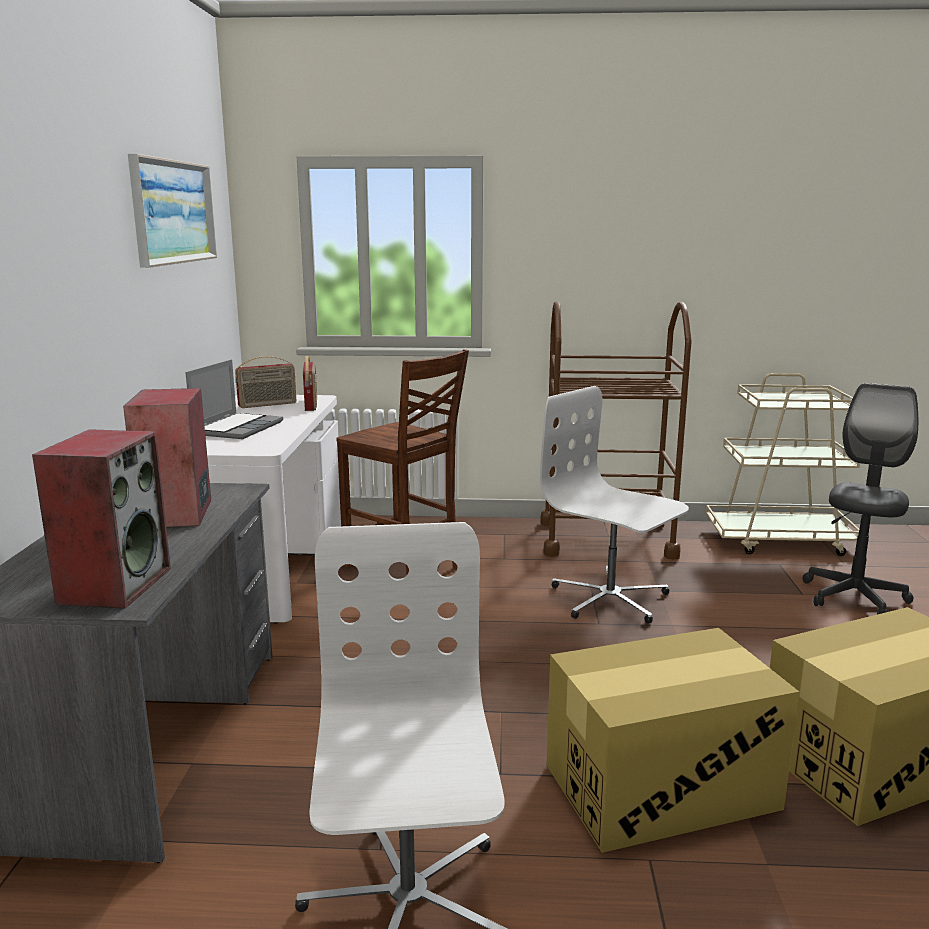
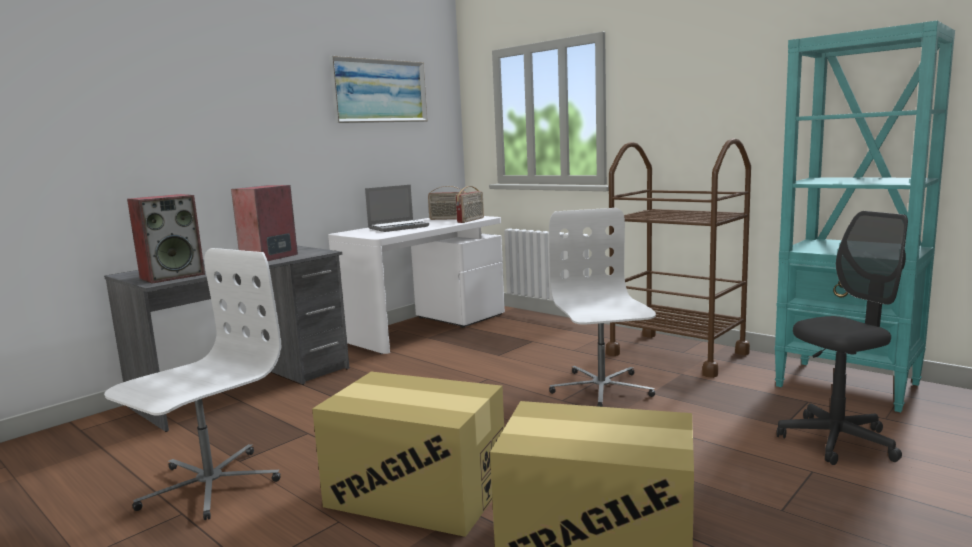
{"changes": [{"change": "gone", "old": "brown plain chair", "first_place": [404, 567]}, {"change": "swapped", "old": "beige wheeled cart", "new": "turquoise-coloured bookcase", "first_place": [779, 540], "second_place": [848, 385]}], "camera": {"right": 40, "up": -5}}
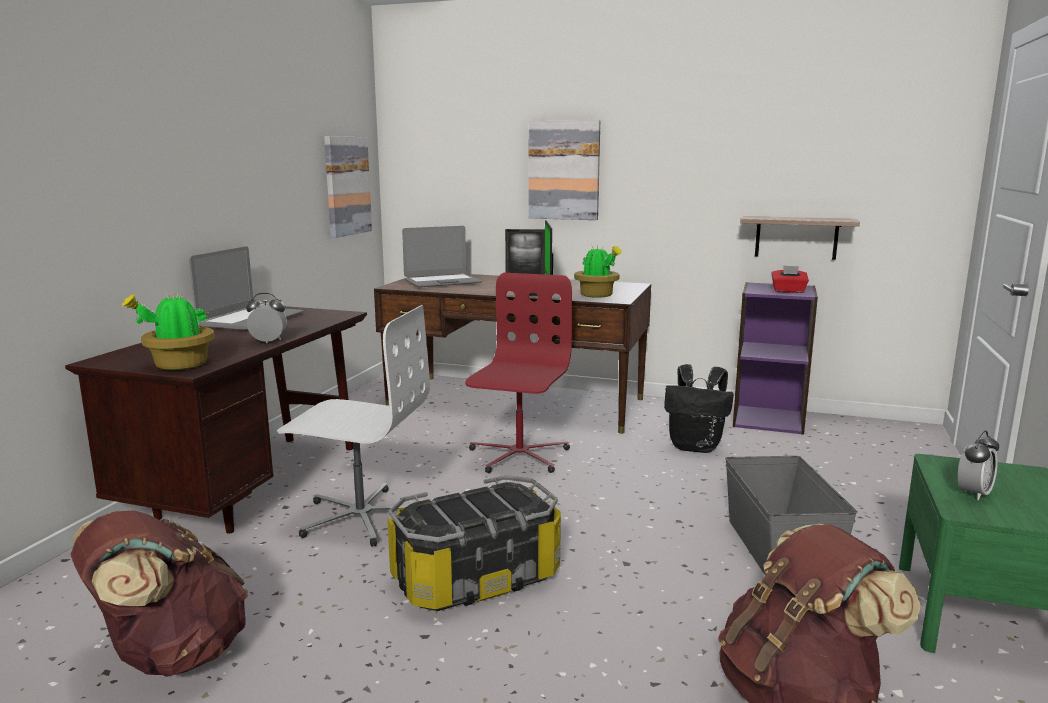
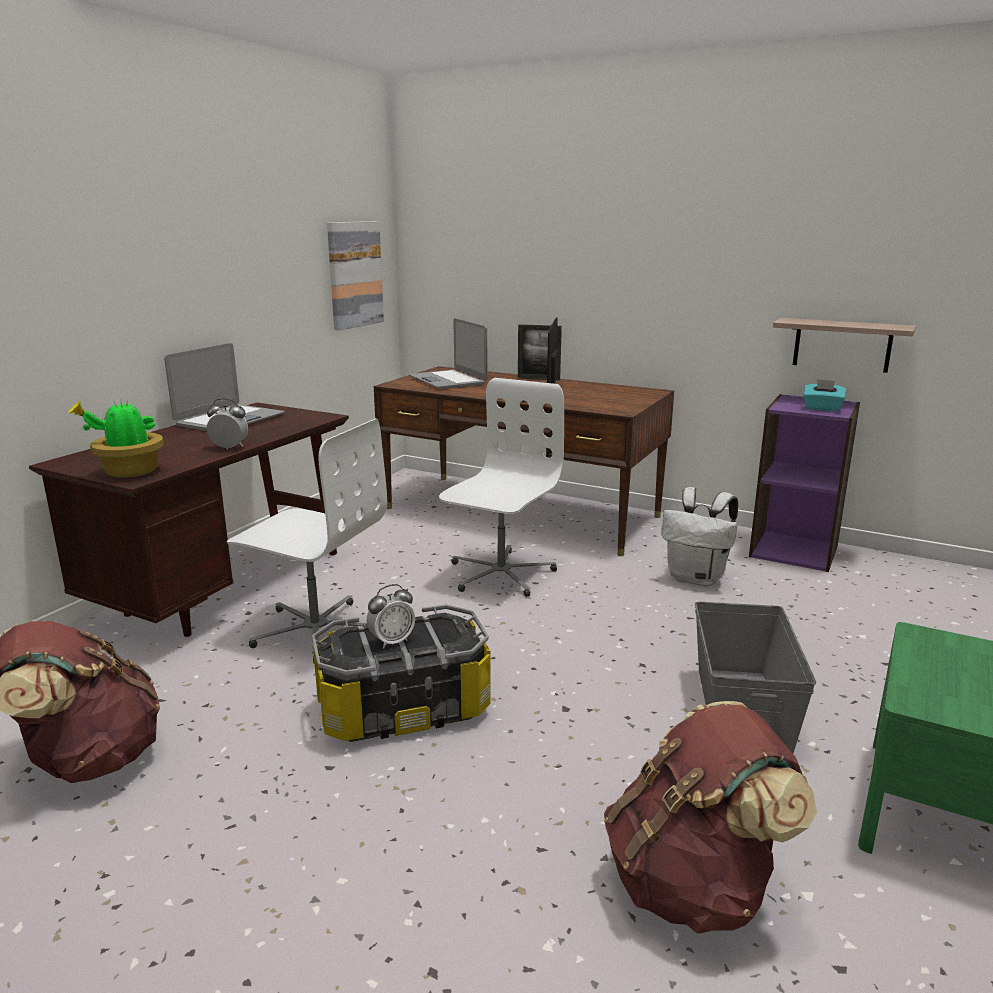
{"changes": [{"change": "gone", "old": "picture", "first_place": [564, 170]}, {"change": "rotated", "old": "portable computer", "first_place": [442, 282], "second_place": [448, 380], "degrees": 75}, {"change": "gone", "old": "houseplant", "first_place": [597, 295]}, {"change": "repainted", "old": "reddish tissue holder", "new": "turquoise-coloured tissue holder", "first_place": [788, 291], "second_place": [822, 409]}, {"change": "repainted", "old": "reddish computer chair", "new": "white-coloured computer chair", "first_place": [518, 456], "second_place": [500, 574]}, {"change": "repainted", "old": "blackish backpack", "new": "white-coloured backpack", "first_place": [696, 447], "second_place": [697, 578]}, {"change": "shifted", "old": "table clock", "first_place": [973, 493], "second_place": [392, 641]}], "camera": {"right": 10, "up": 5}}
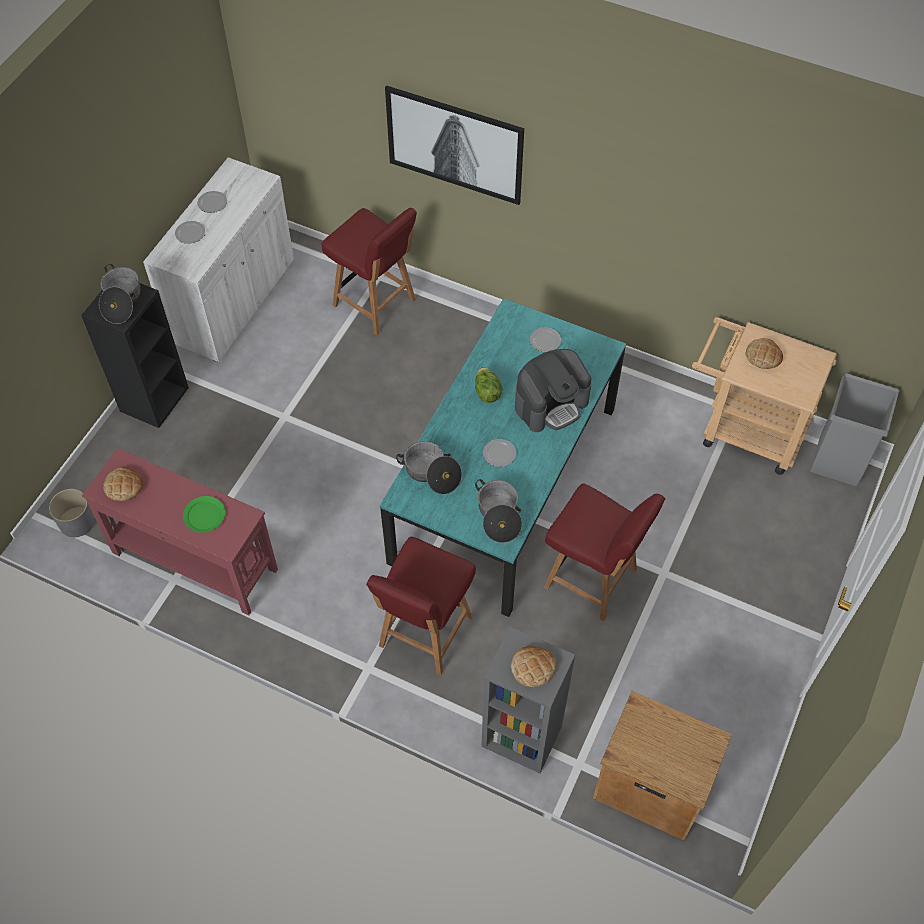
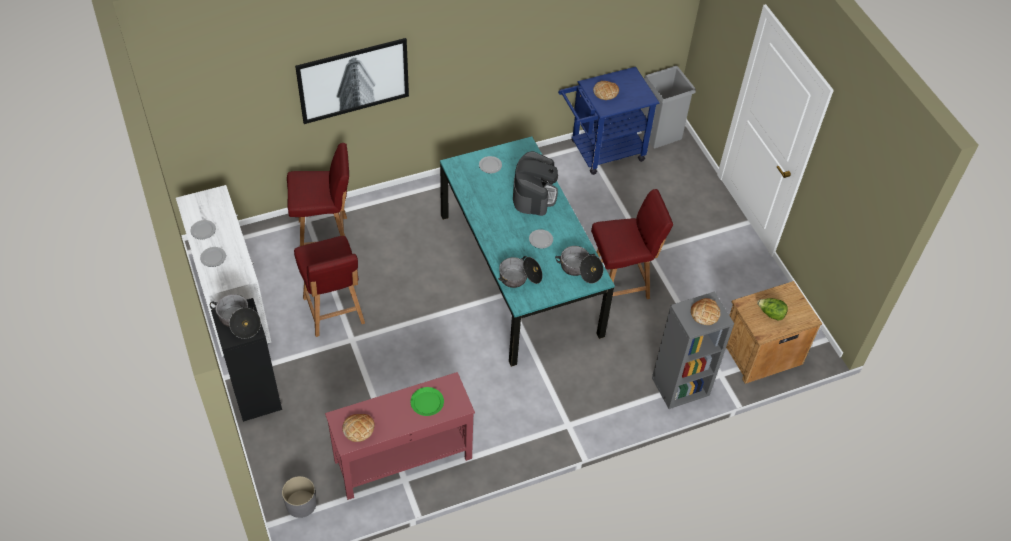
{"changes": [{"change": "repainted", "old": "beige wheeled cart", "new": "blue-coloured wheeled cart", "first_place": [744, 430], "second_place": [601, 152]}, {"change": "shifted", "old": "lettuce head", "first_place": [487, 392], "second_place": [771, 314]}, {"change": "shifted", "old": "reddish plain chair", "first_place": [424, 633], "second_place": [334, 312]}], "camera": {"right": -50, "up": -5}}
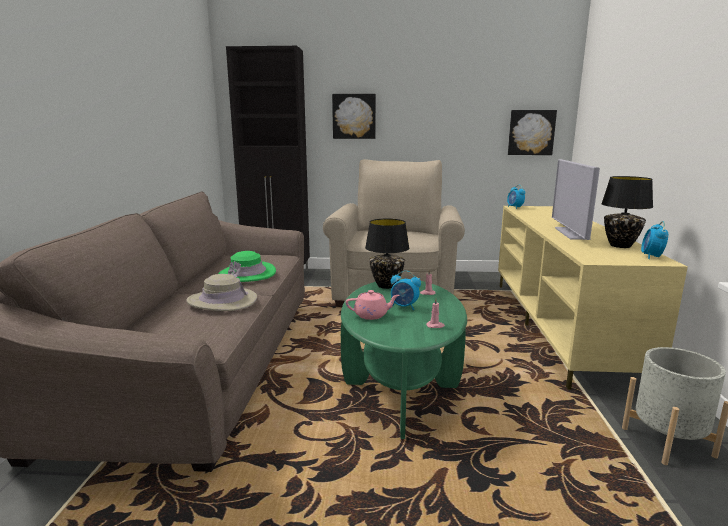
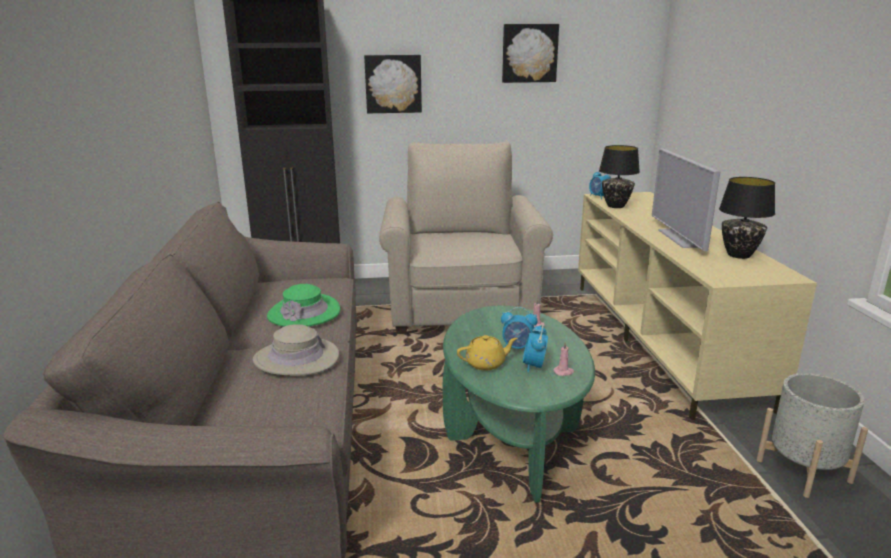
{"changes": [{"change": "shifted", "old": "picture", "first_place": [531, 132], "second_place": [529, 53]}, {"change": "shifted", "old": "blackish lamp for a table", "first_place": [387, 286], "second_place": [616, 206]}, {"change": "shifted", "old": "table clock", "first_place": [651, 257], "second_place": [534, 366]}, {"change": "repainted", "old": "pinkish teapot", "new": "yellow teapot", "first_place": [372, 315], "second_place": [486, 364]}], "camera": {"right": -10, "up": 5}}
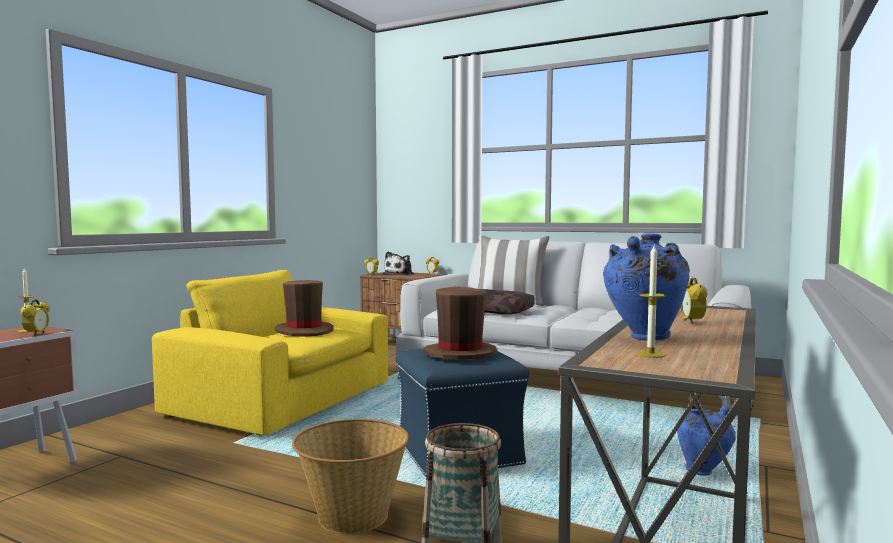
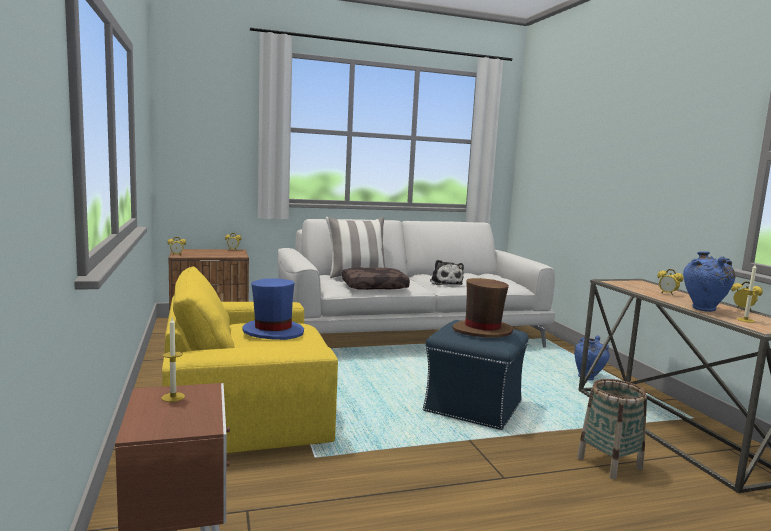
{"changes": [{"change": "shifted", "old": "soft toy", "first_place": [400, 274], "second_place": [445, 283]}, {"change": "repainted", "old": "brown clothing hat", "new": "blue-coloured clothing hat", "first_place": [304, 331], "second_place": [273, 331]}, {"change": "shifted", "old": "table clock", "first_place": [36, 334], "second_place": [743, 309]}, {"change": "gone", "old": "basket", "first_place": [352, 516]}], "camera": {"right": -45, "up": 5}}
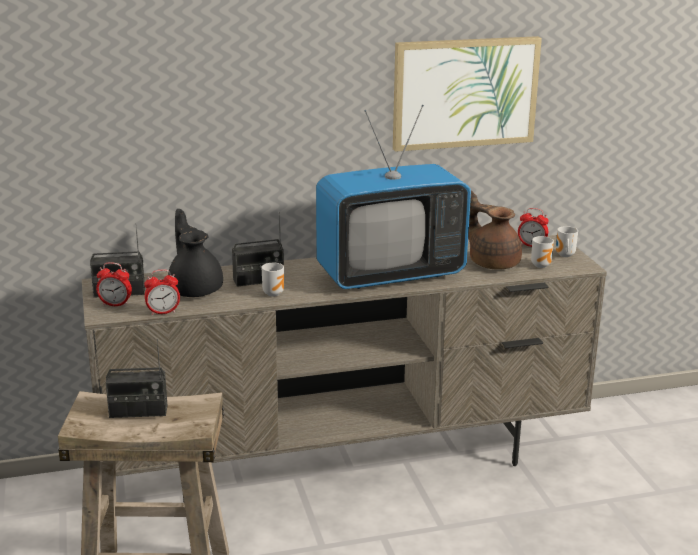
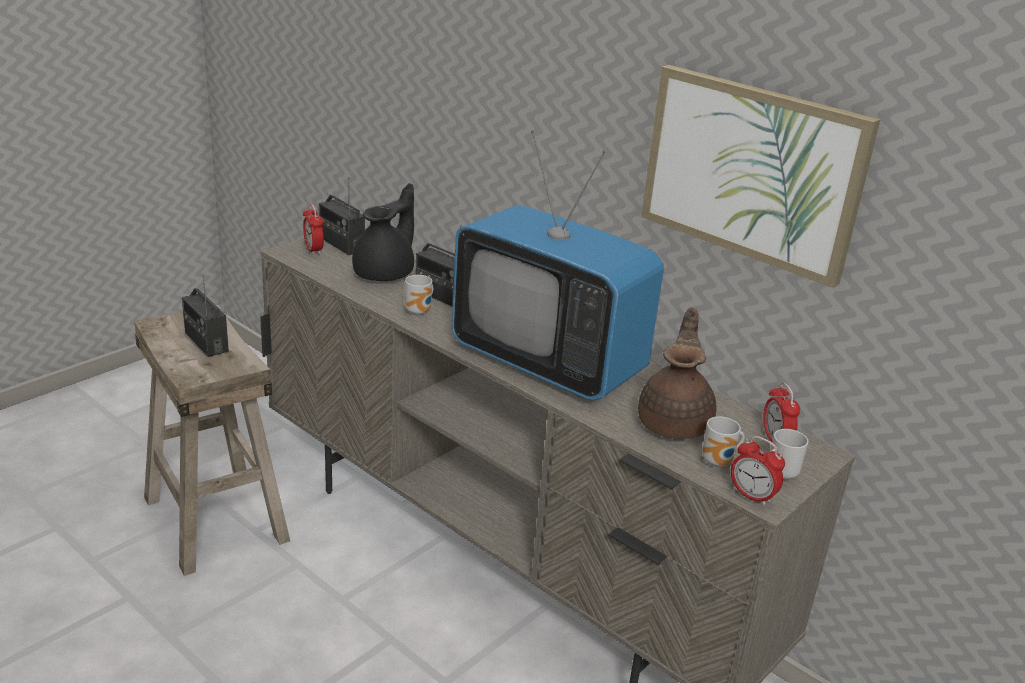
{"changes": [{"change": "shifted", "old": "table clock", "first_place": [163, 312], "second_place": [752, 496]}], "camera": {"right": 55, "up": 5}}
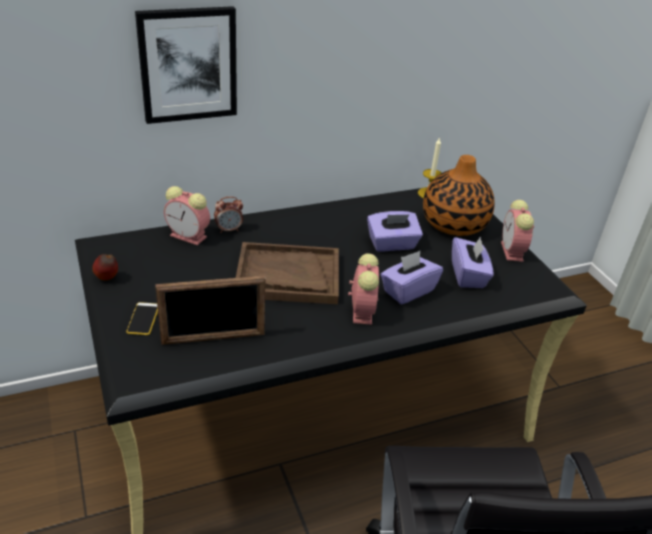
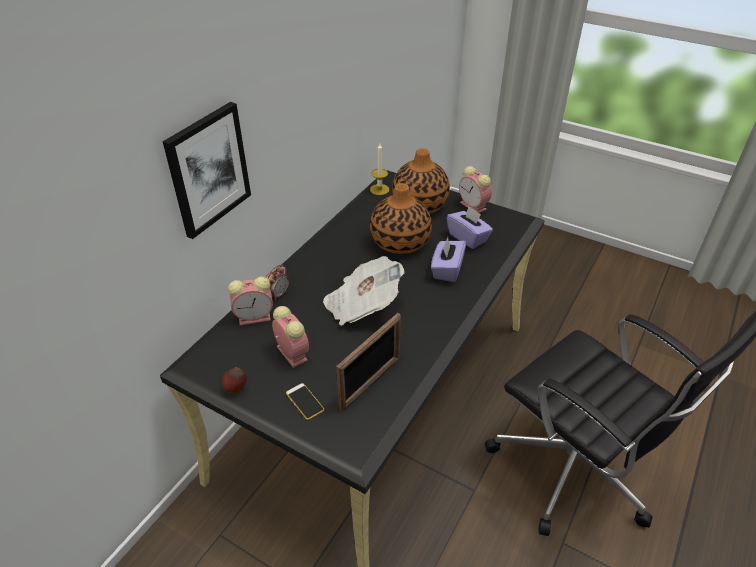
{"changes": [{"change": "swapped", "old": "purple tissue holder", "new": "flower vase", "first_place": [392, 244], "second_place": [400, 241]}, {"change": "swapped", "old": "brown serving tray", "new": "newspaper", "first_place": [287, 276], "second_place": [362, 305]}, {"change": "shifted", "old": "table clock", "first_place": [362, 310], "second_place": [291, 353]}], "camera": {"right": -35, "up": 5}}
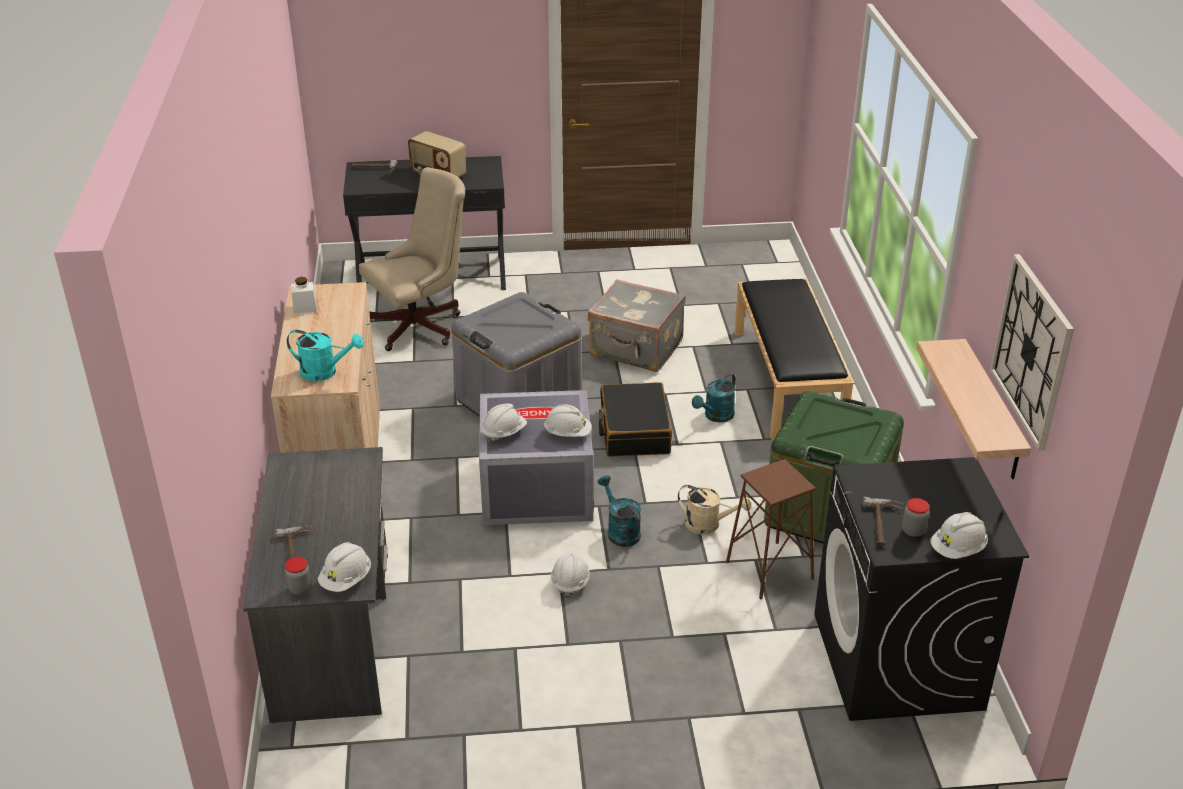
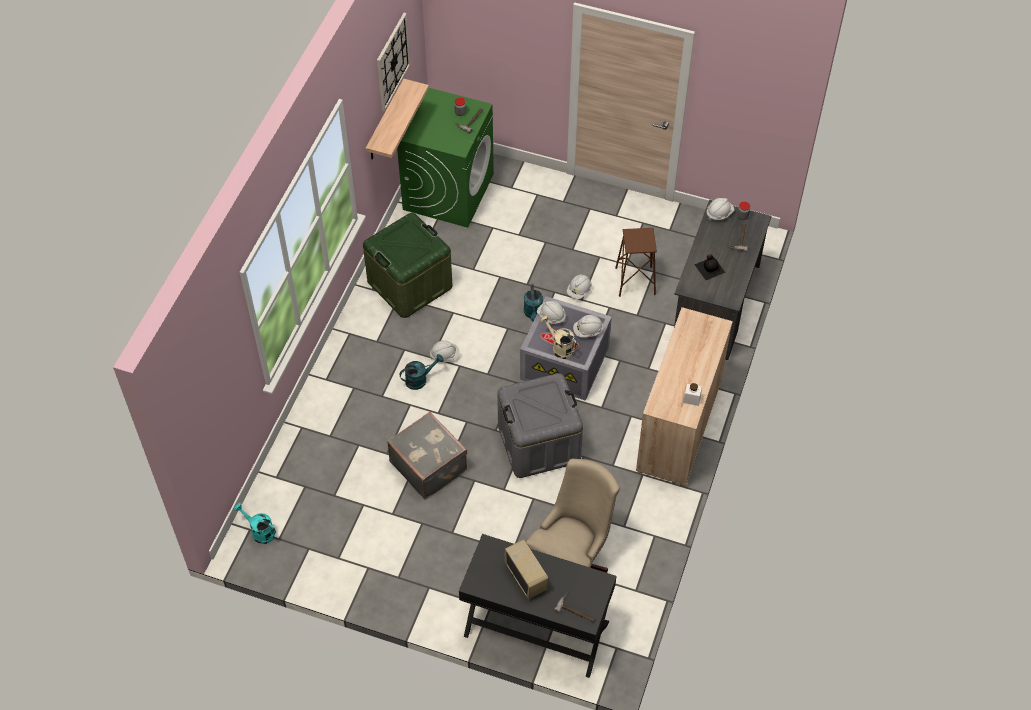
{"changes": [{"change": "rotated", "old": "beige computer chair", "first_place": [421, 325], "second_place": [572, 559], "degrees": 135}, {"change": "gone", "old": "blackish indoor bench", "first_place": [788, 381]}, {"change": "shifted", "old": "turquoise-coloured sprinkling can", "first_place": [325, 372], "second_place": [259, 531]}, {"change": "gone", "old": "blackish piece of luggage", "first_place": [634, 431]}, {"change": "repainted", "old": "blackish laundry machine", "new": "green laundry machine", "first_place": [898, 662], "second_place": [448, 191]}, {"change": "shifted", "old": "brown stool", "first_place": [769, 570], "second_place": [635, 281]}, {"change": "shifted", "old": "beige sprinkling can", "first_place": [708, 525], "second_place": [559, 347]}, {"change": "shifted", "old": "white-coloured work helmet", "first_place": [957, 549], "second_place": [445, 355]}, {"change": "new", "new": "blackish drink bottle", "second_place": [710, 268]}], "camera": {"right": -155, "up": 20}}
